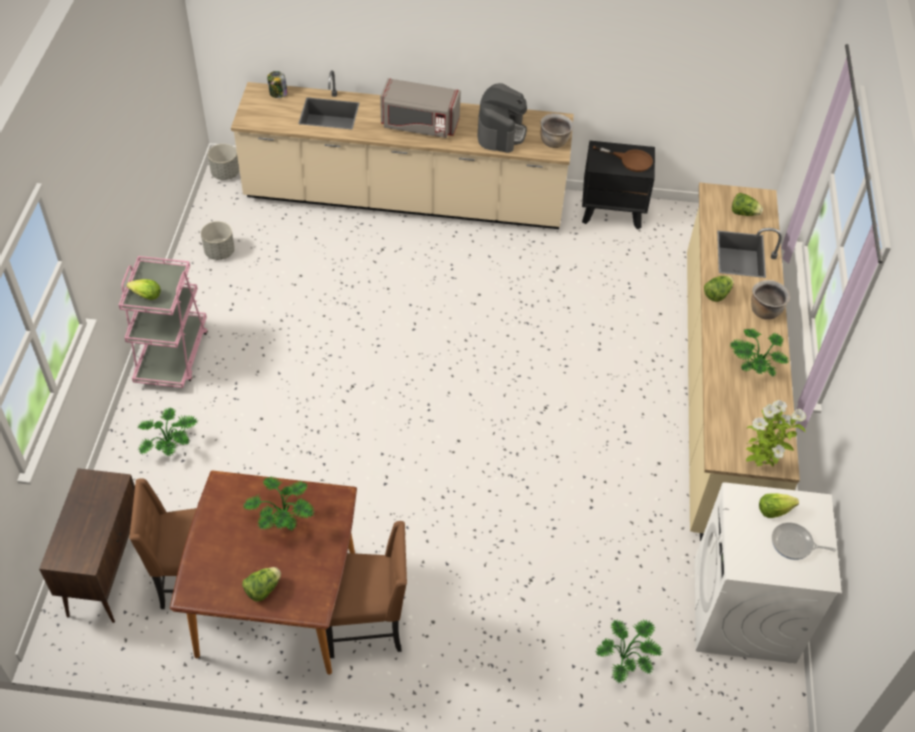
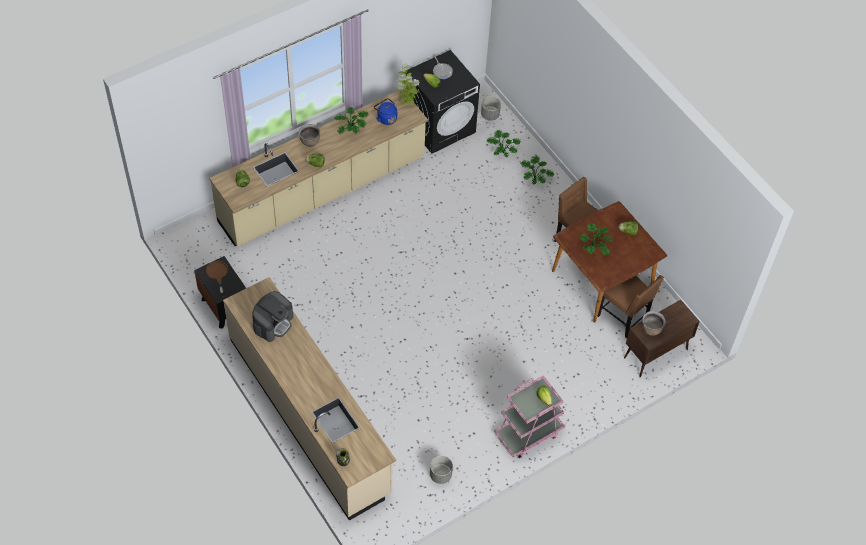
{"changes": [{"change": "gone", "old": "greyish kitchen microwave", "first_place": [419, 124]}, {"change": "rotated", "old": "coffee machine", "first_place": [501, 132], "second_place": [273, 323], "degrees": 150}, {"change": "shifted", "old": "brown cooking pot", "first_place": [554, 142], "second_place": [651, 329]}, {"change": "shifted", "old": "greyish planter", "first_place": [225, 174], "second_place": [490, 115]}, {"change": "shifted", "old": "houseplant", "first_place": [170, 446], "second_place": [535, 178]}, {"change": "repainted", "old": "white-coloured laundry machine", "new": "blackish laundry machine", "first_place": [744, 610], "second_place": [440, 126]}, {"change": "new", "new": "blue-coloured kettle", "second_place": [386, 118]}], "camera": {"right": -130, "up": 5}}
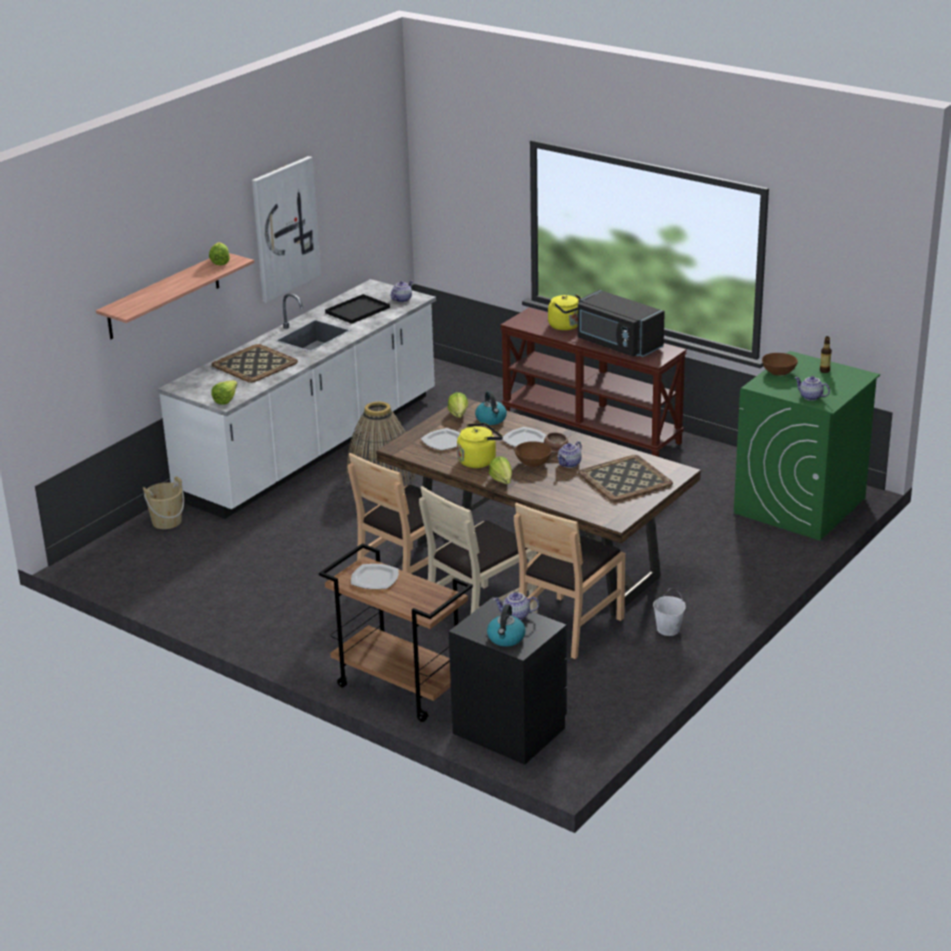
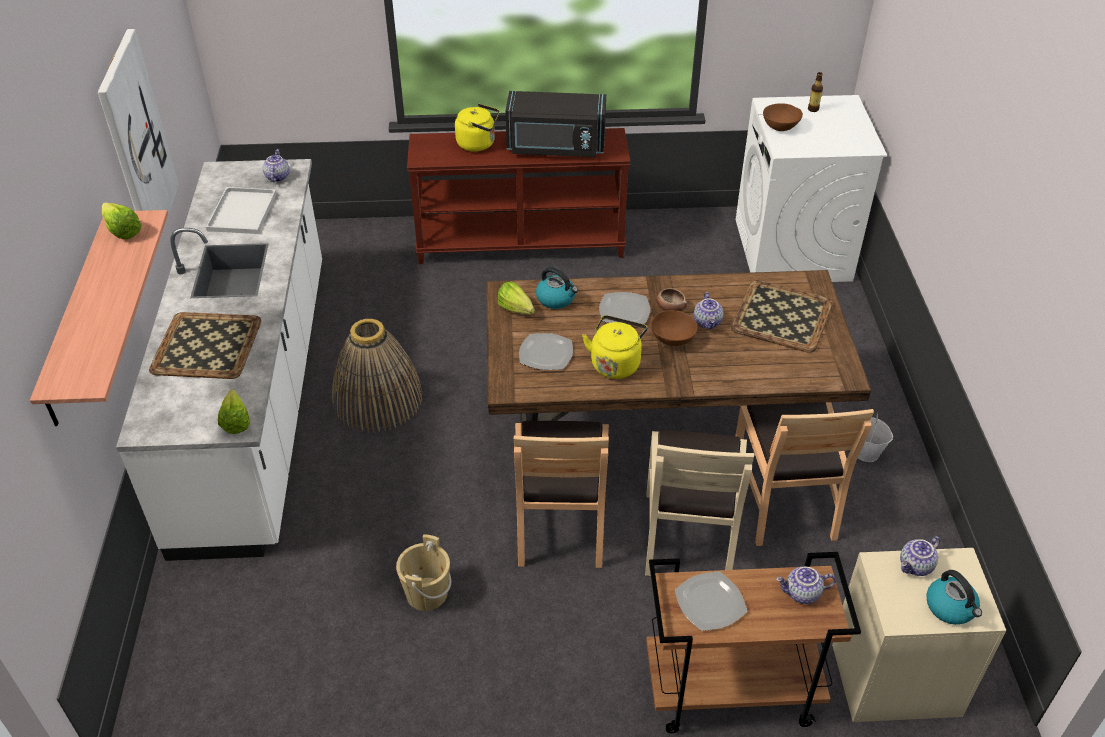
{"changes": [{"change": "repainted", "old": "blackish serving tray", "new": "white-coloured serving tray", "first_place": [358, 310], "second_place": [242, 211]}, {"change": "repainted", "old": "green laundry machine", "new": "white-coloured laundry machine", "first_place": [799, 506], "second_place": [792, 250]}, {"change": "shifted", "old": "teapot", "first_place": [810, 397], "second_place": [802, 594]}, {"change": "gone", "old": "lettuce head", "first_place": [502, 483]}, {"change": "shifted", "old": "beige water bucket", "first_place": [167, 521], "second_place": [427, 593]}, {"change": "repainted", "old": "blackish bedside table", "new": "beige bedside table", "first_place": [510, 730], "second_place": [894, 677]}], "camera": {"right": -40, "up": 15}}
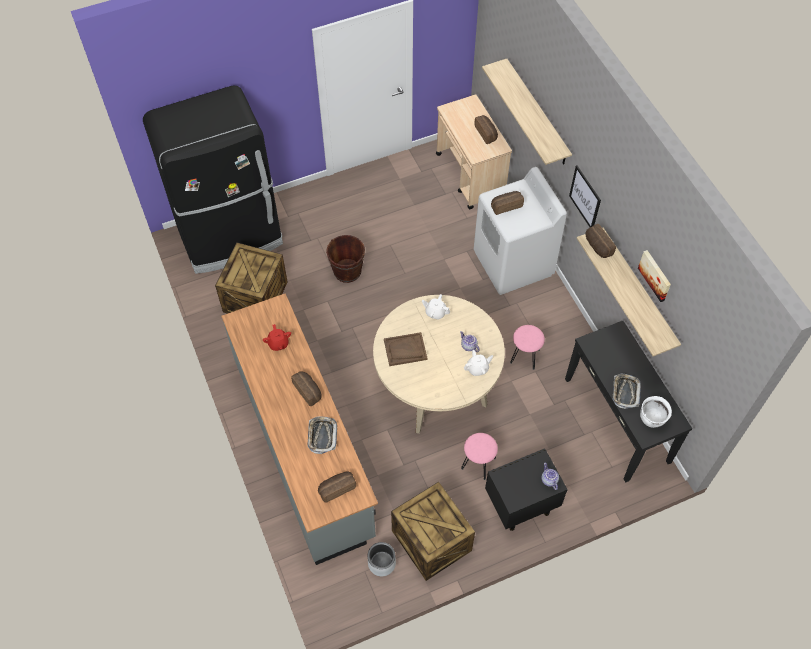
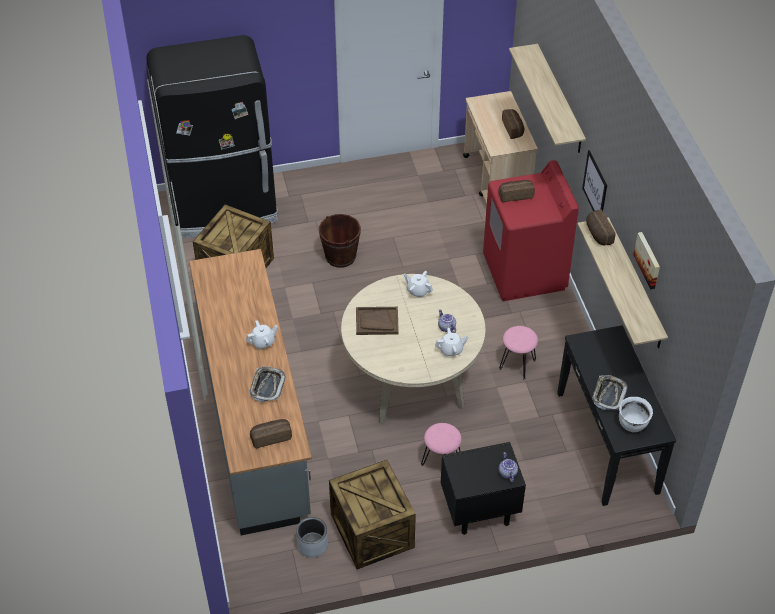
{"changes": [{"change": "repainted", "old": "white-coloured laundry machine", "new": "reddish laundry machine", "first_place": [513, 264], "second_place": [524, 272]}, {"change": "gone", "old": "reddish teapot", "first_place": [278, 344]}, {"change": "swapped", "old": "bakery bread", "new": "white-coloured teapot", "first_place": [308, 391], "second_place": [263, 342]}], "camera": {"right": 10, "up": -10}}
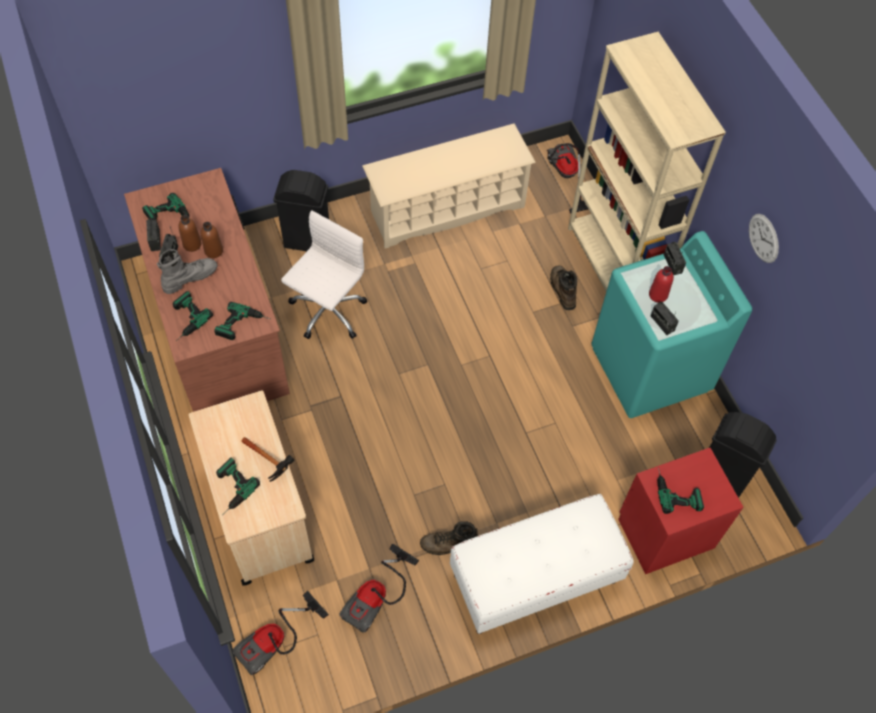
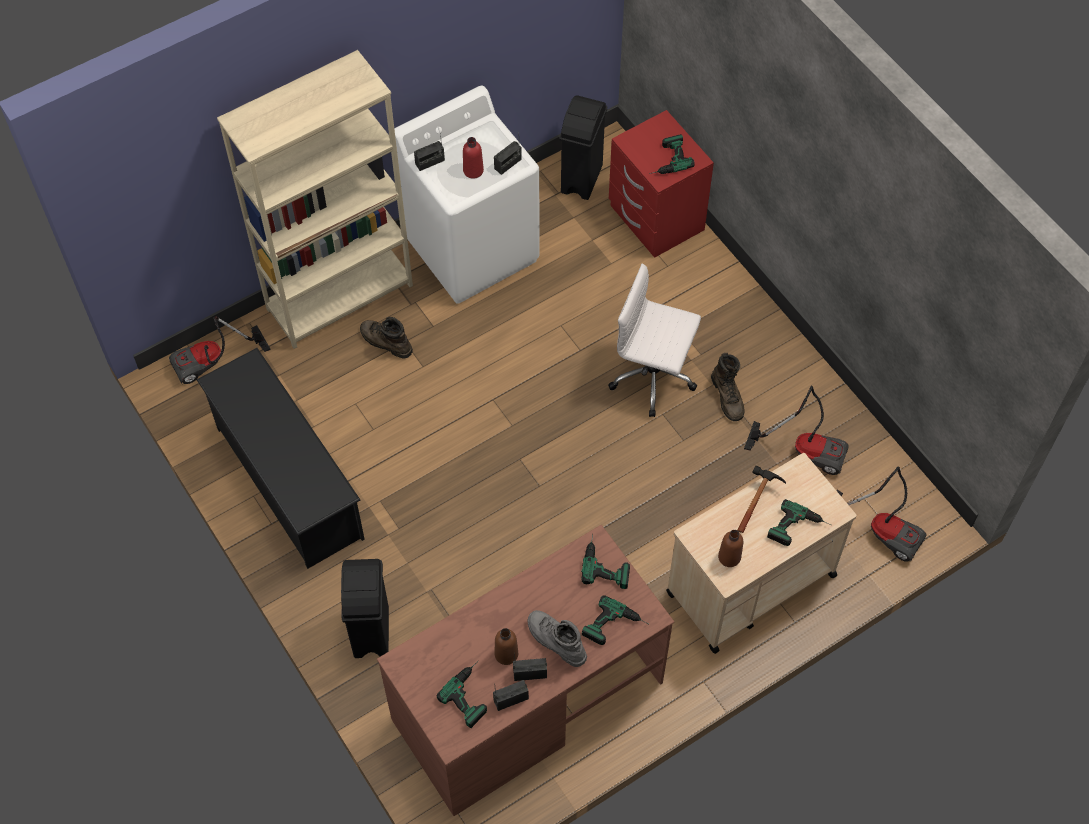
{"changes": [{"change": "repainted", "old": "beige shoe stand", "new": "blackish shoe stand", "first_place": [447, 209], "second_place": [288, 482]}, {"change": "shifted", "old": "white-coloured computer chair", "first_place": [327, 312], "second_place": [654, 377]}, {"change": "gone", "old": "wall clock", "first_place": [763, 238]}, {"change": "shifted", "old": "brown drink bottle", "first_place": [213, 251], "second_place": [729, 557]}, {"change": "repainted", "old": "turquoise-coloured laundry machine", "new": "white-coloured laundry machine", "first_place": [650, 370], "second_place": [472, 248]}, {"change": "rotated", "old": "brown tall boot", "first_place": [562, 290], "second_place": [385, 342], "degrees": 60}, {"change": "gone", "old": "white-coloured indoor bench", "first_place": [534, 579]}], "camera": {"right": -100, "up": 0}}
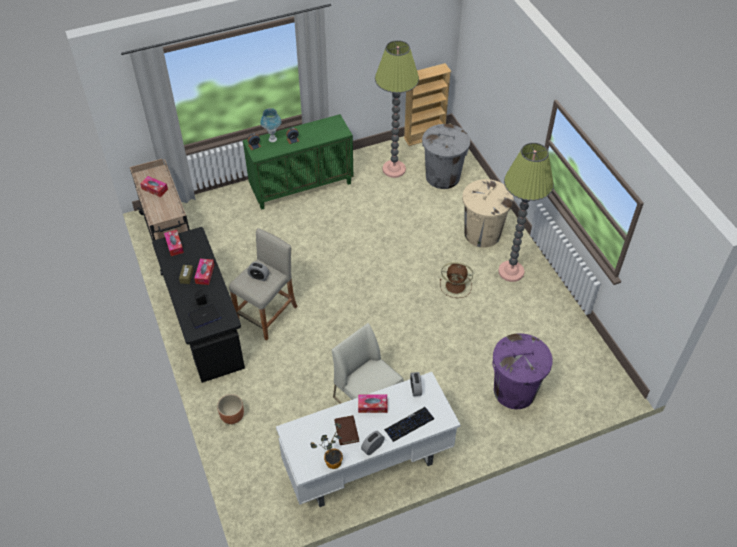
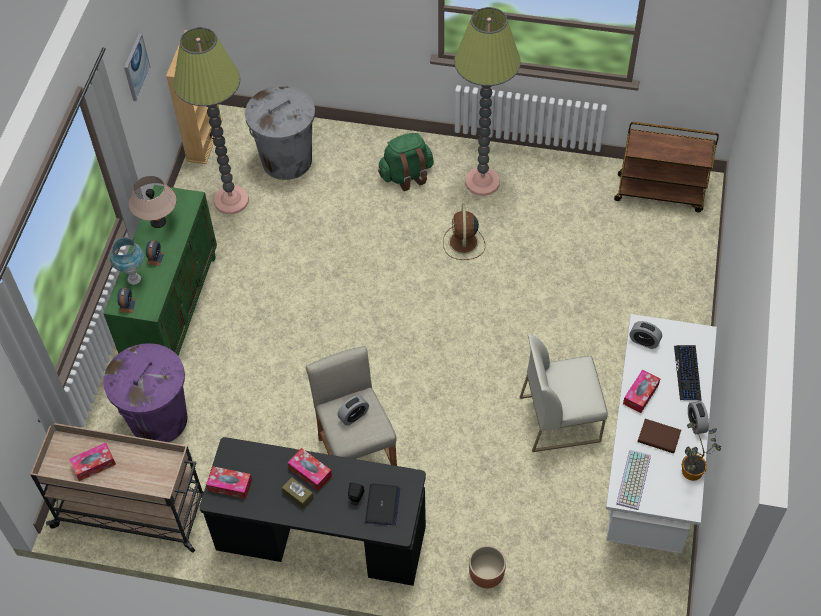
{"changes": [{"change": "swapped", "old": "beige waste bin", "new": "green backpack", "first_place": [482, 233], "second_place": [406, 175]}, {"change": "rotated", "old": "brown fan", "first_place": [456, 286], "second_place": [463, 243], "degrees": 135}, {"change": "shifted", "old": "purple waste bin", "first_place": [514, 391], "second_place": [159, 420]}, {"change": "new", "new": "picture", "second_place": [136, 67]}, {"change": "new", "new": "brown wheeled cart", "second_place": [660, 193]}, {"change": "new", "new": "beige lamp for a table", "second_place": [158, 222]}, {"change": "new", "new": "keyboard", "second_place": [634, 481]}], "camera": {"right": -55, "up": 5}}
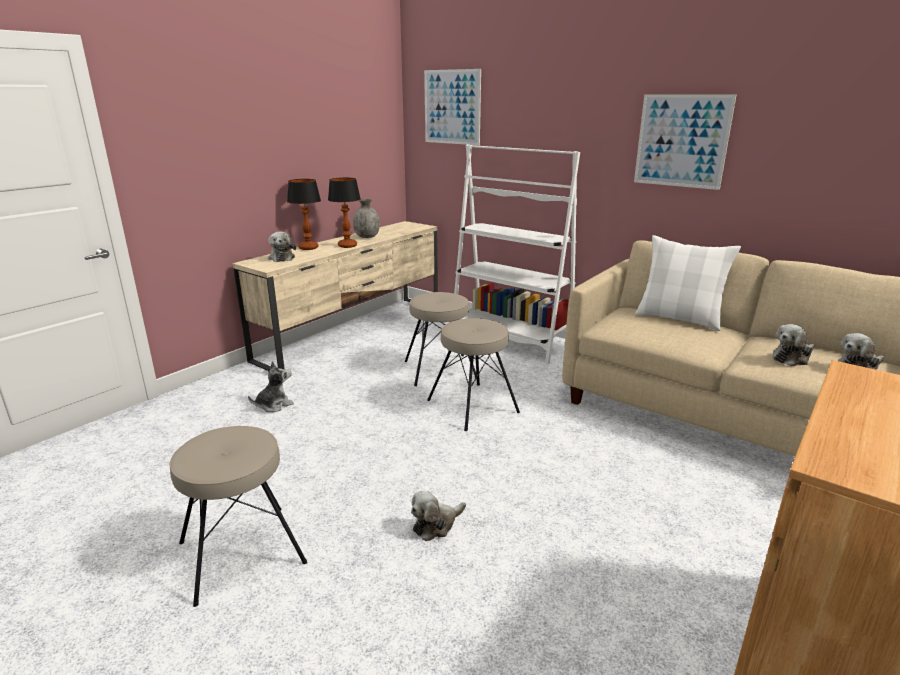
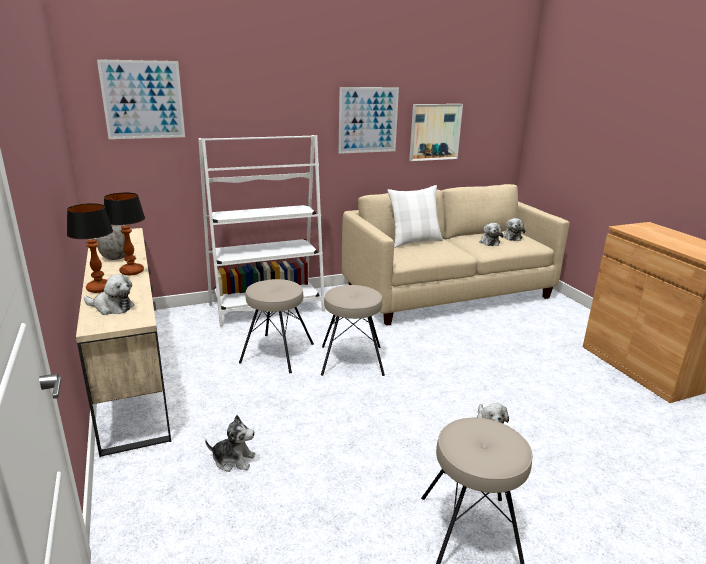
{"changes": [{"change": "rotated", "old": "soft toy", "first_place": [274, 405], "second_place": [233, 460], "degrees": 105}, {"change": "new", "new": "picture", "second_place": [435, 132]}], "camera": {"right": -60, "up": 0}}
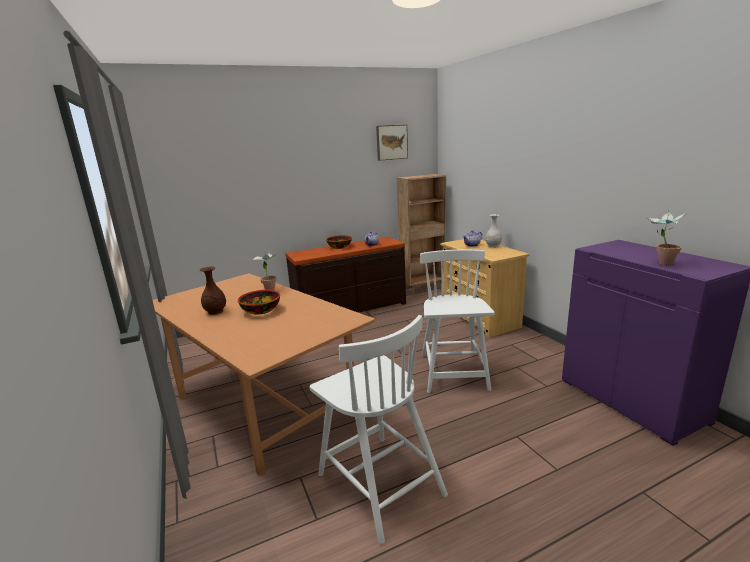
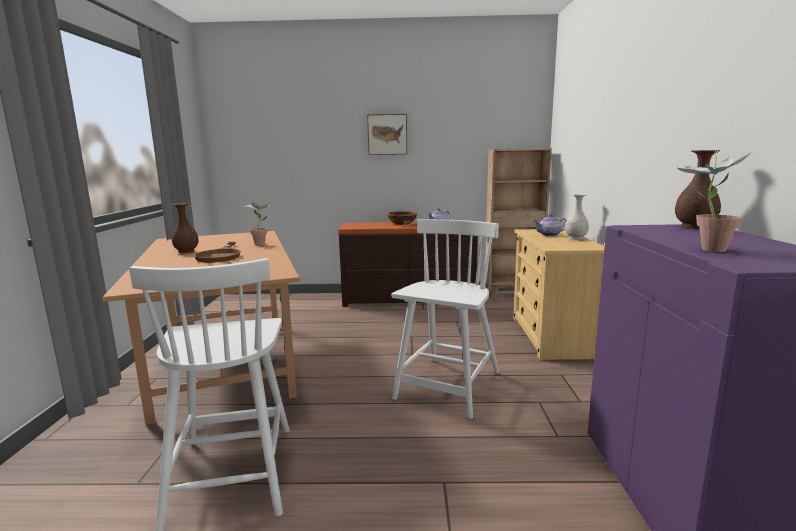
{"changes": [{"change": "shifted", "old": "picture", "first_place": [391, 142], "second_place": [387, 134]}, {"change": "swapped", "old": "deep dish", "new": "brown skillet", "first_place": [261, 310], "second_place": [220, 256]}, {"change": "new", "new": "brown flower vase", "second_place": [694, 227]}], "camera": {"right": 25, "up": -5}}
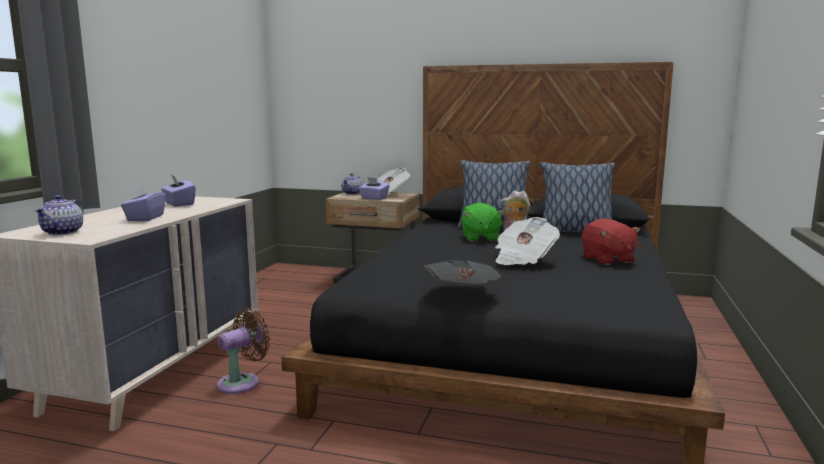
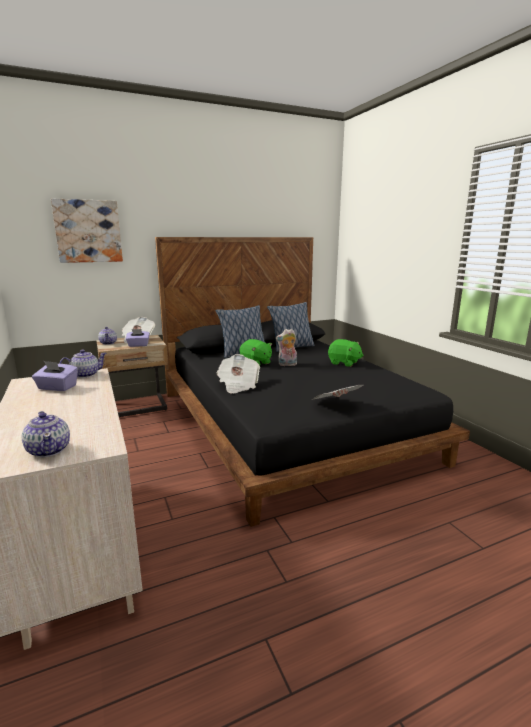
{"changes": [{"change": "gone", "old": "purple tissue holder", "first_place": [145, 218]}, {"change": "shifted", "old": "newspaper", "first_place": [523, 259], "second_place": [238, 385]}, {"change": "repainted", "old": "reddish soft toy", "new": "green soft toy", "first_place": [607, 260], "second_place": [344, 363]}, {"change": "gone", "old": "brown fan", "first_place": [242, 382]}, {"change": "new", "new": "picture", "second_place": [88, 231]}, {"change": "new", "new": "teapot", "second_place": [85, 375]}], "camera": {"right": -40, "up": 5}}
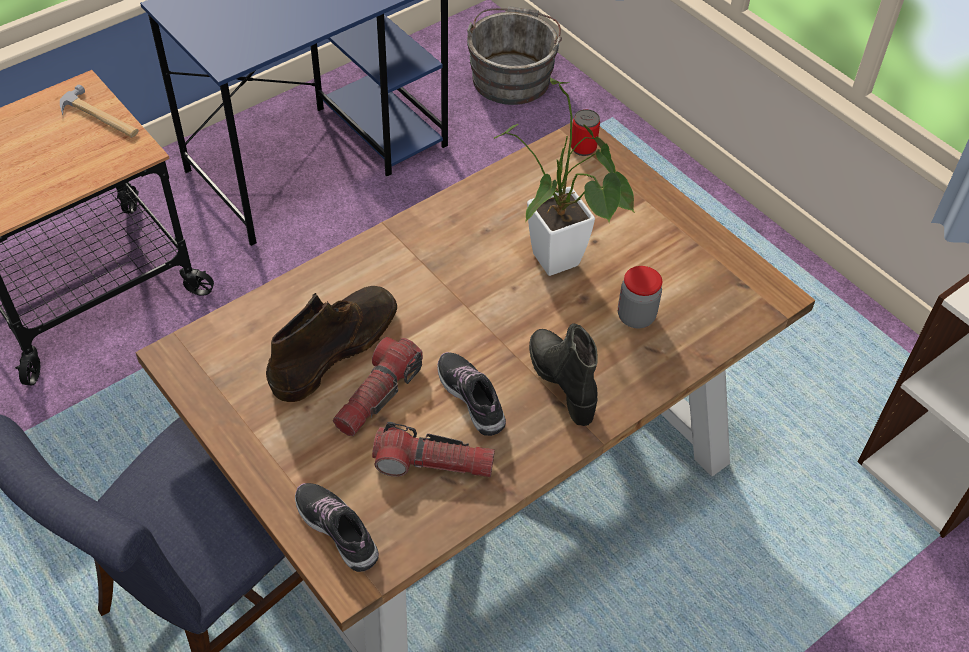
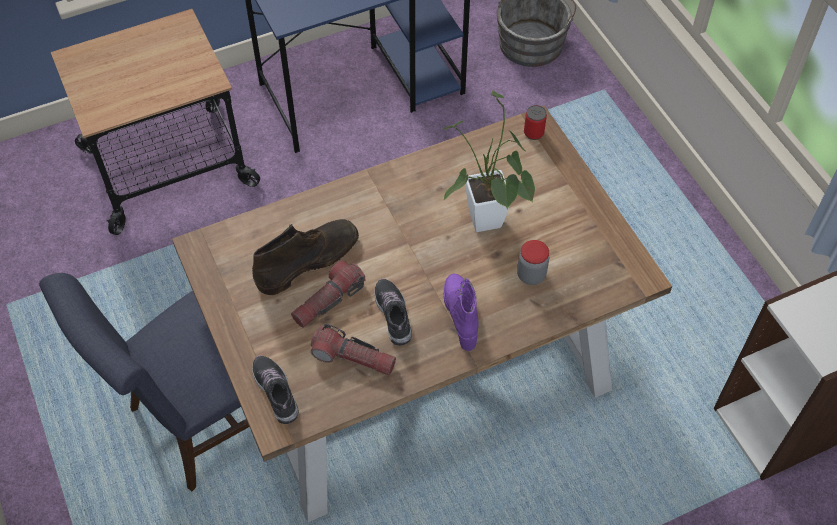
{"changes": [{"change": "gone", "old": "hand hammer", "first_place": [99, 118]}, {"change": "repainted", "old": "blackish tall boot", "new": "purple tall boot", "first_place": [562, 382], "second_place": [462, 315]}], "camera": {"right": 15, "up": 5}}
